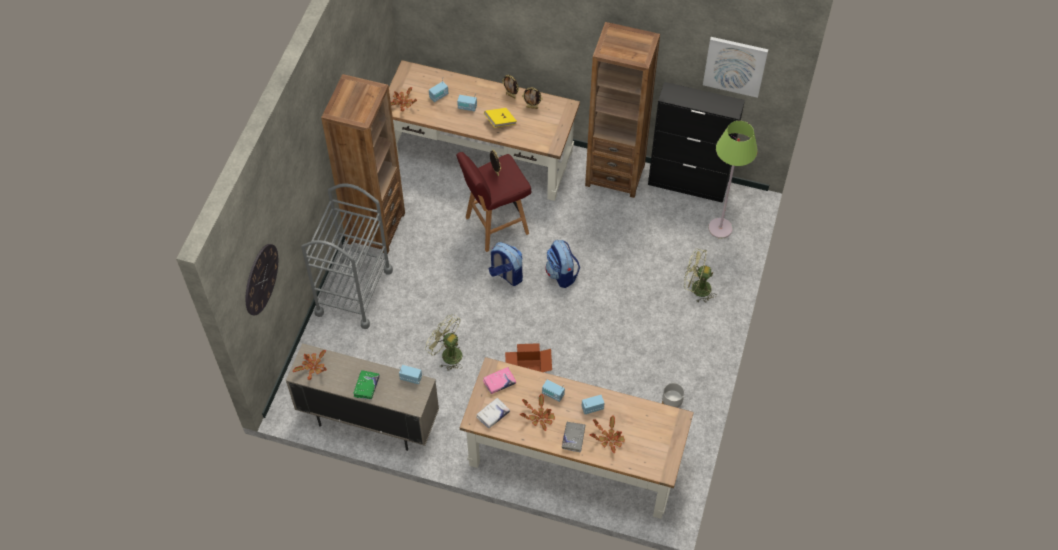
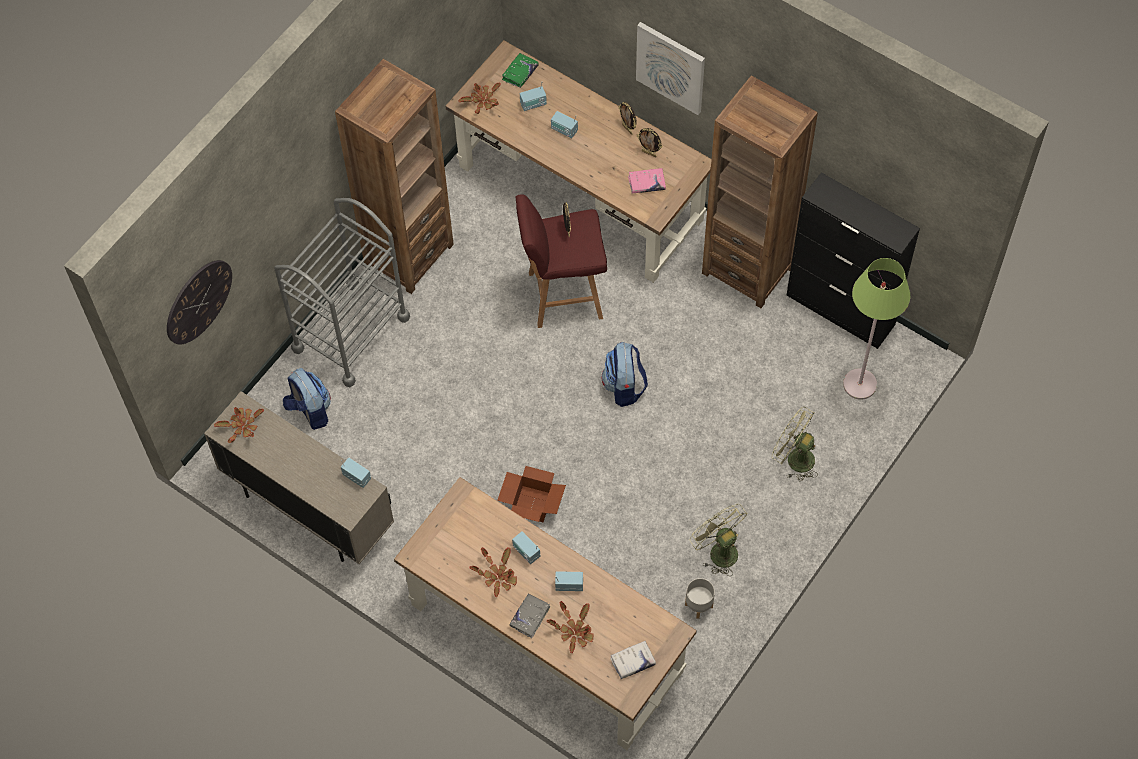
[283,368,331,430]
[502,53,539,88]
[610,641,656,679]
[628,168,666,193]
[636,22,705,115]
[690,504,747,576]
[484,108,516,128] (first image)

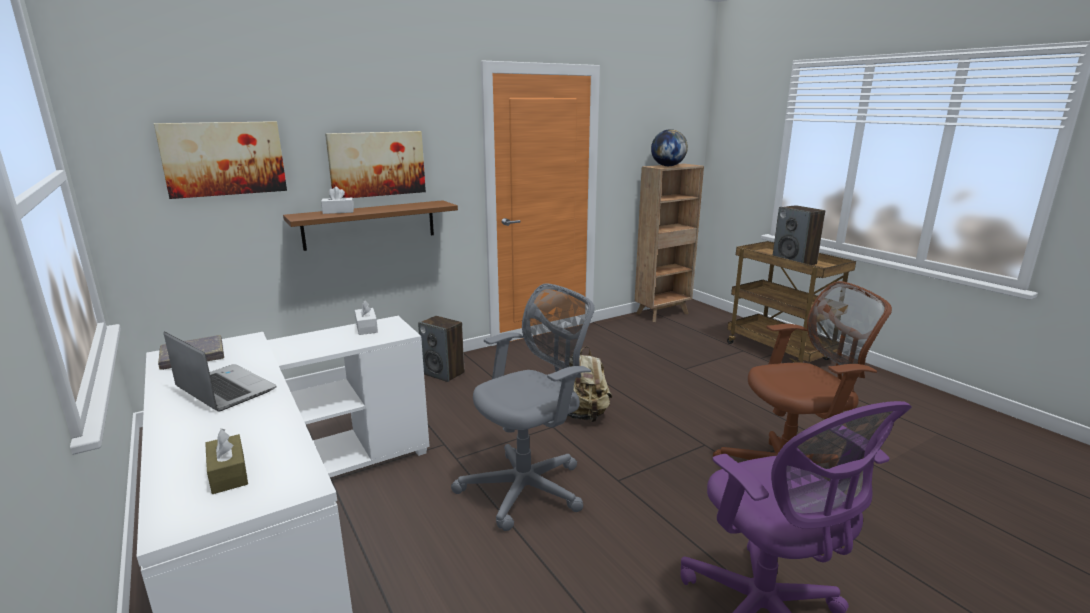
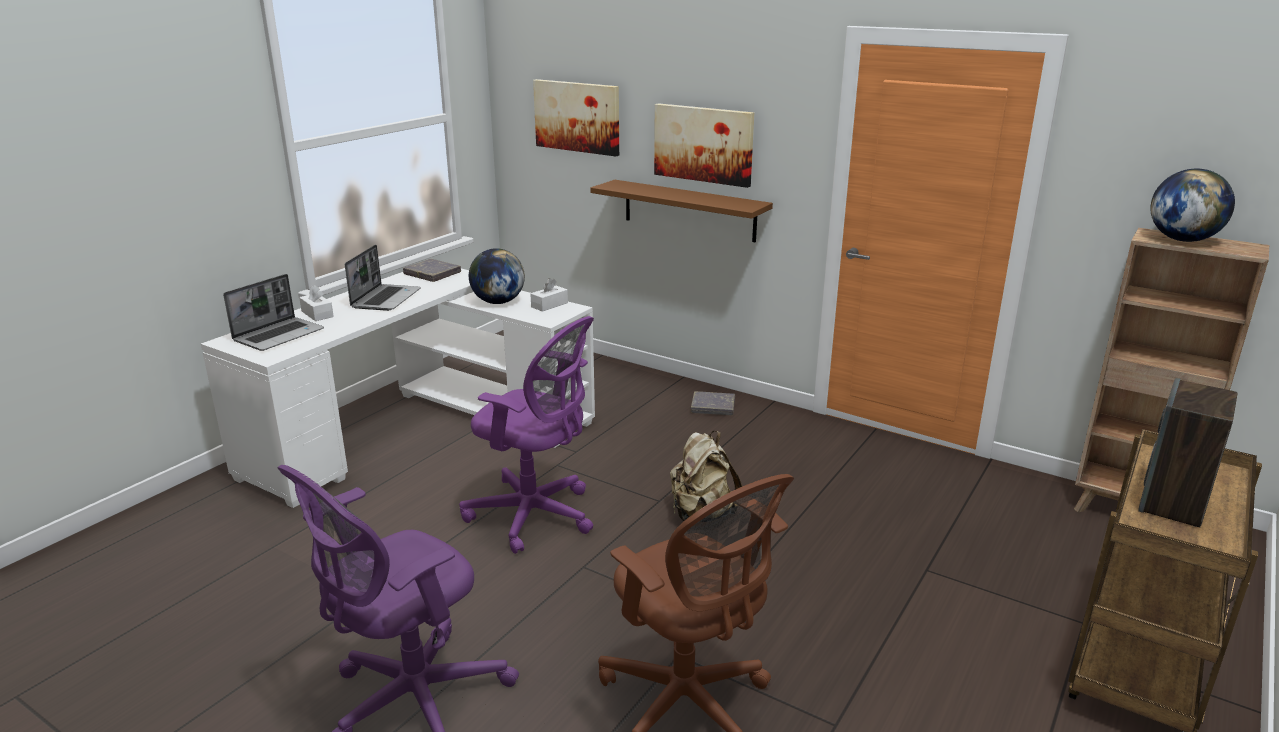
[223,274,324,351]
[299,285,334,321]
[459,316,594,554]
[469,248,525,304]
[691,391,735,415]

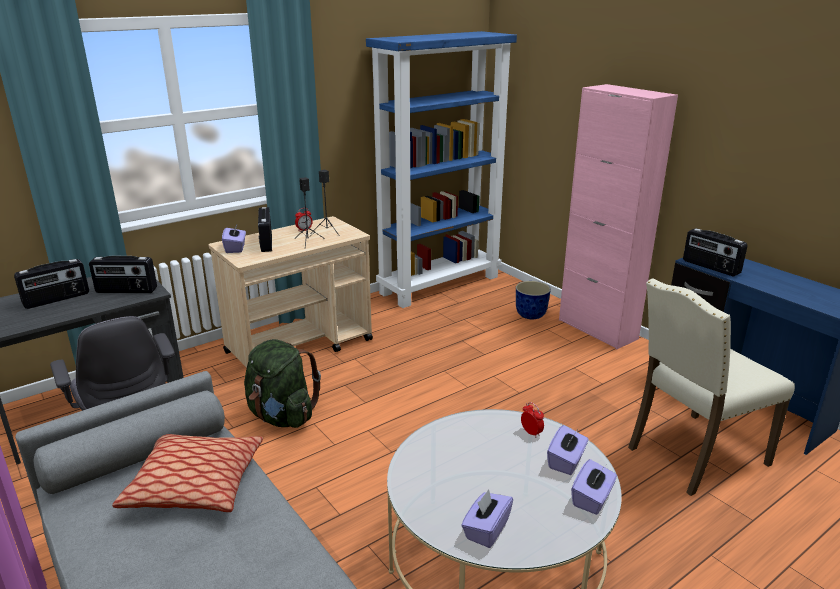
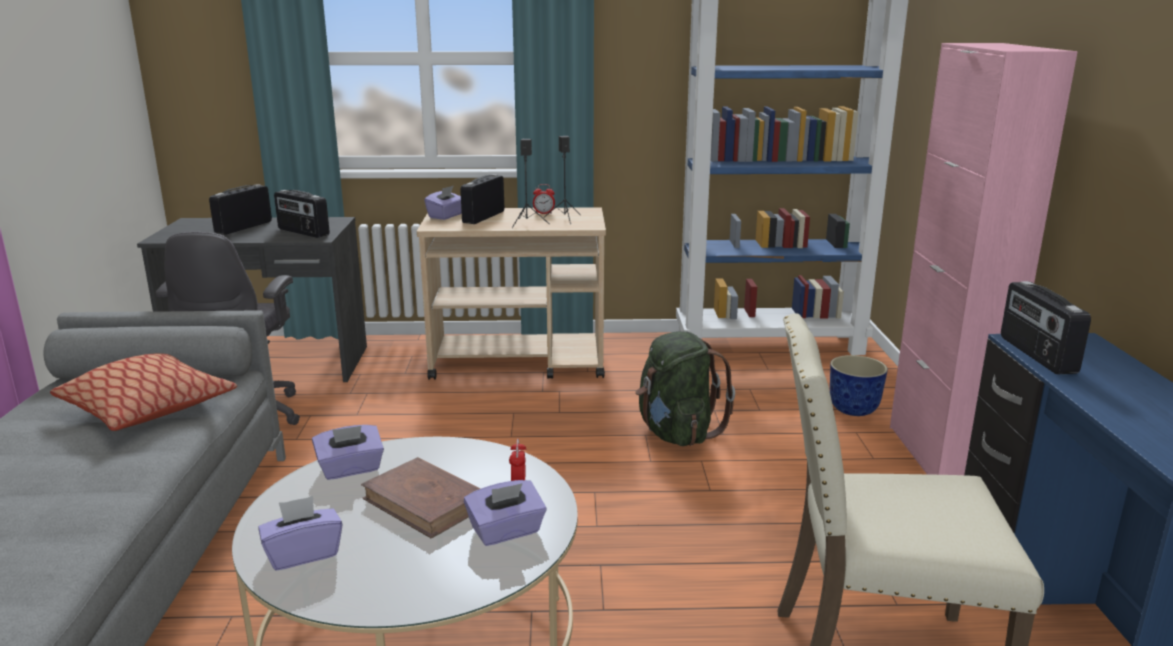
[209,184,272,235]
[312,425,384,480]
[361,457,481,538]
[635,331,735,446]

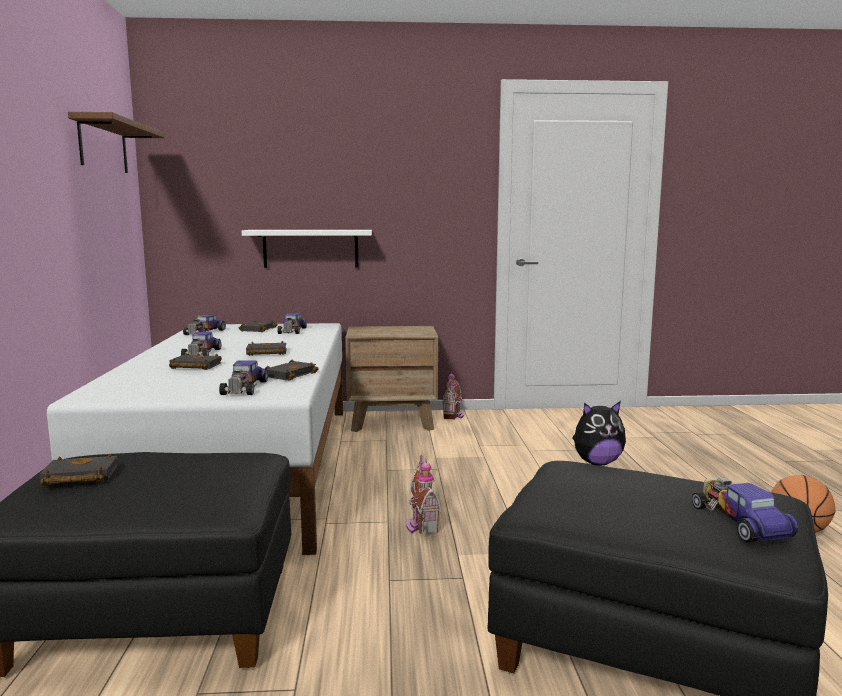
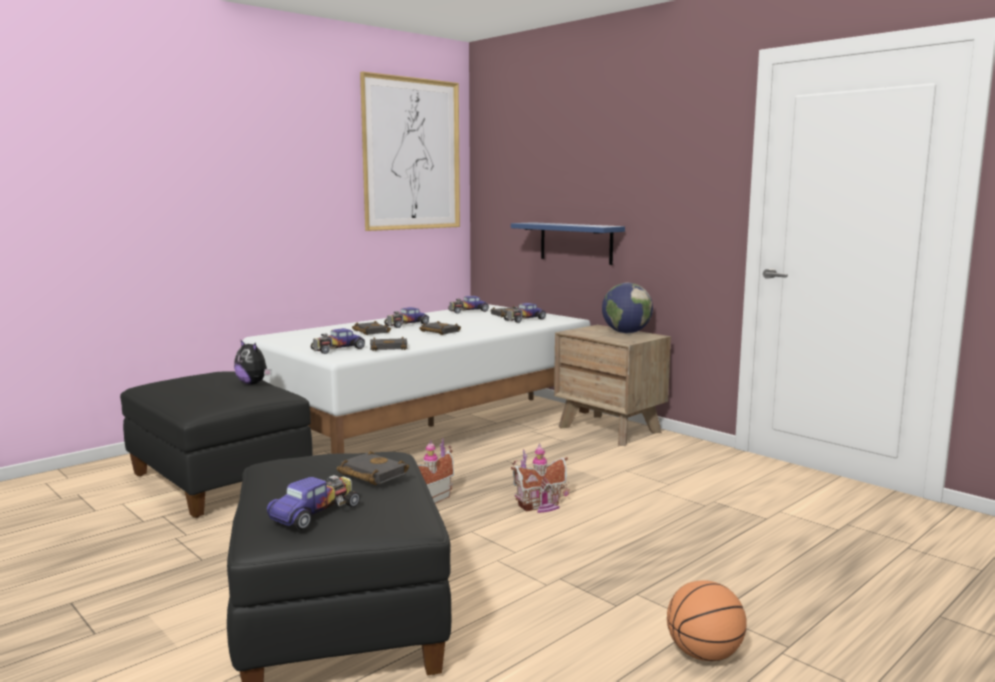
[234,339,271,384]
[337,451,409,485]
[360,71,460,231]
[511,222,625,265]
[511,443,569,513]
[602,283,653,333]

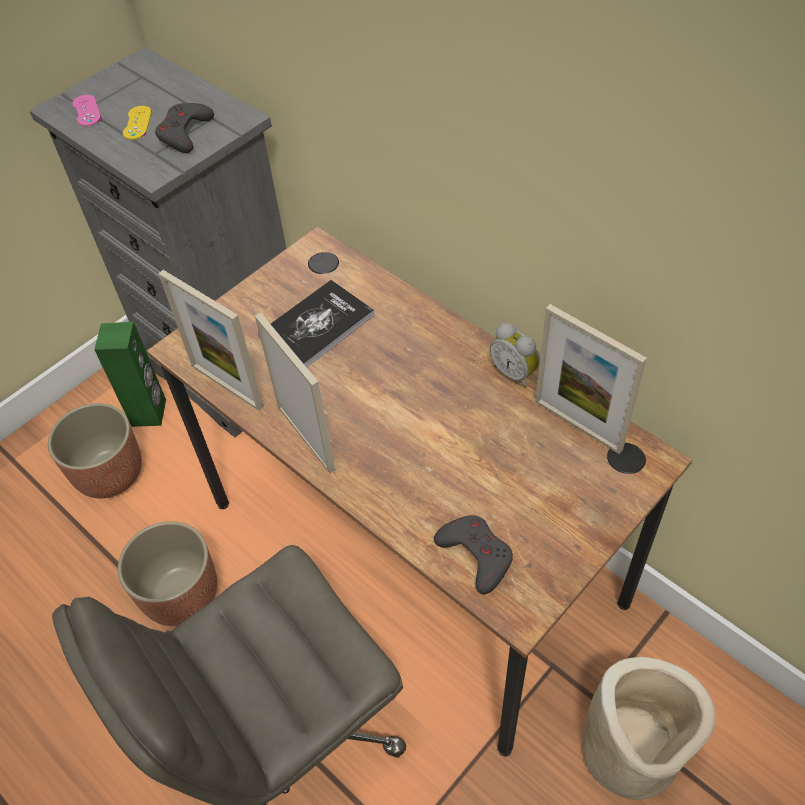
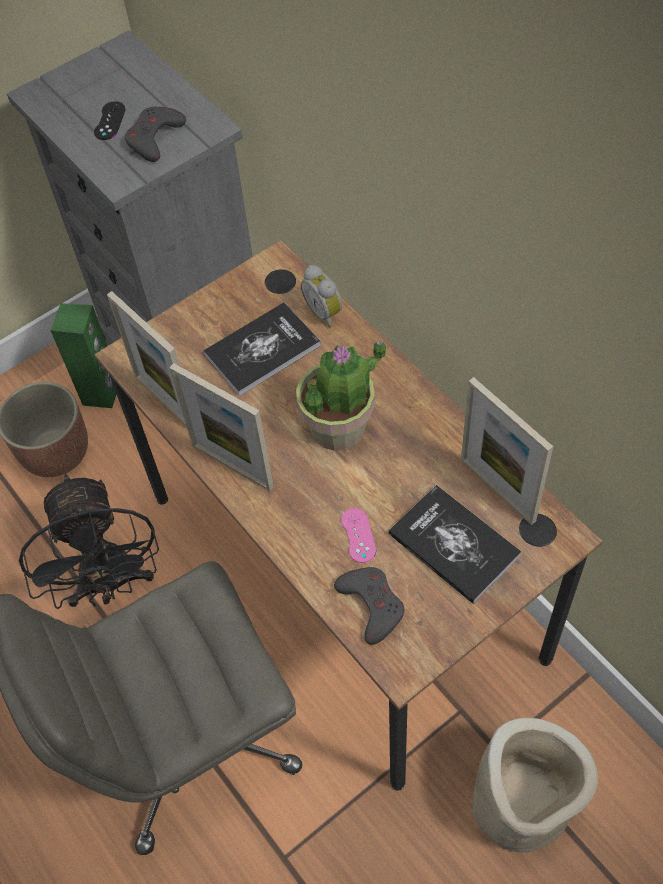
[19,474,159,609]
[94,101,126,140]
[169,363,274,491]
[296,340,387,451]
[301,265,342,328]
[341,508,376,563]
[388,485,522,604]

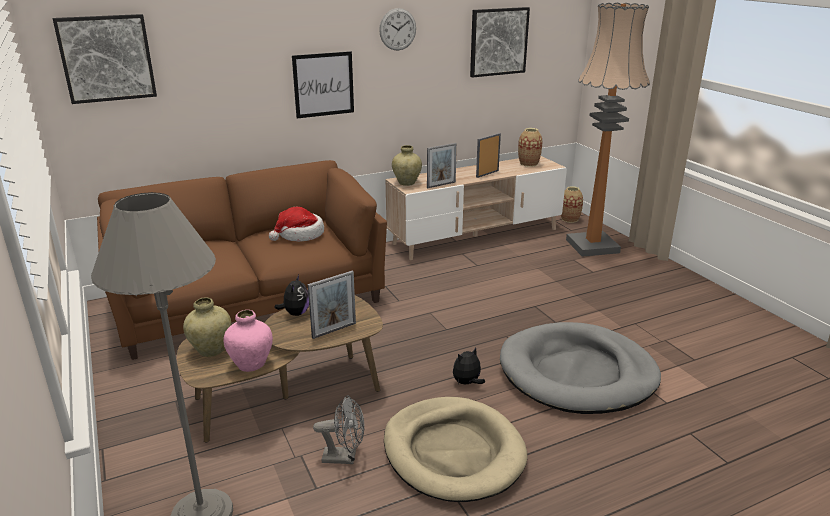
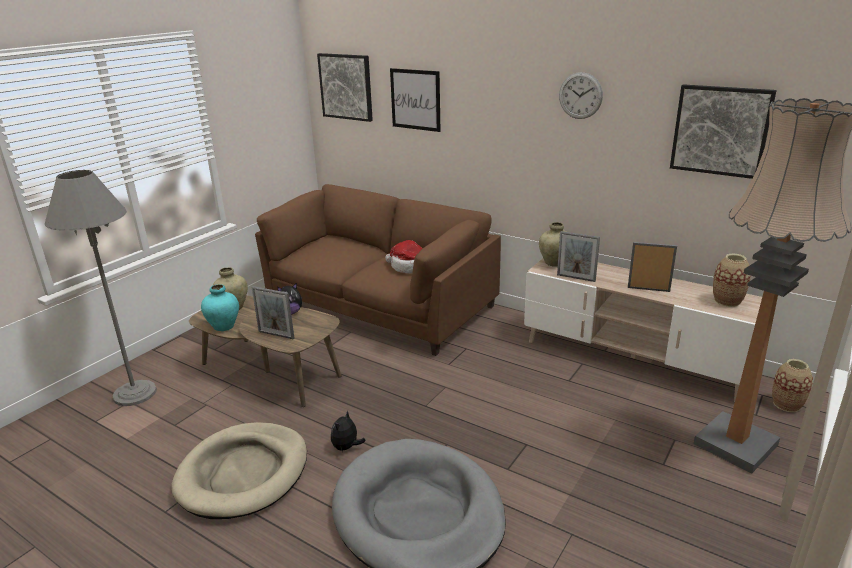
[201,284,239,331]
[331,411,366,452]
[390,68,441,132]
[313,396,364,464] (first image)

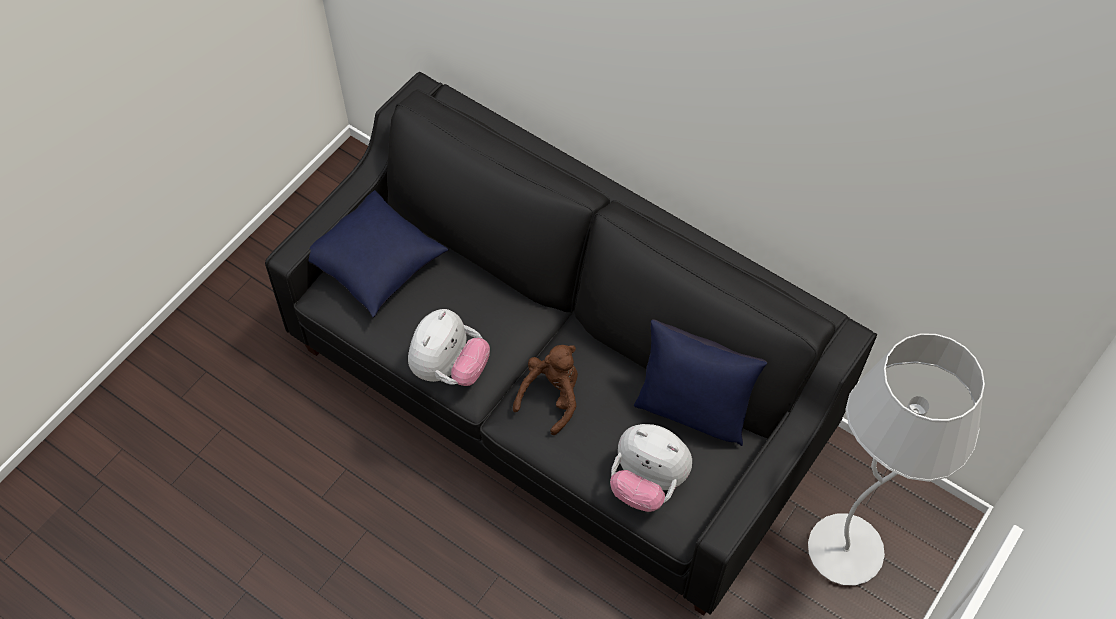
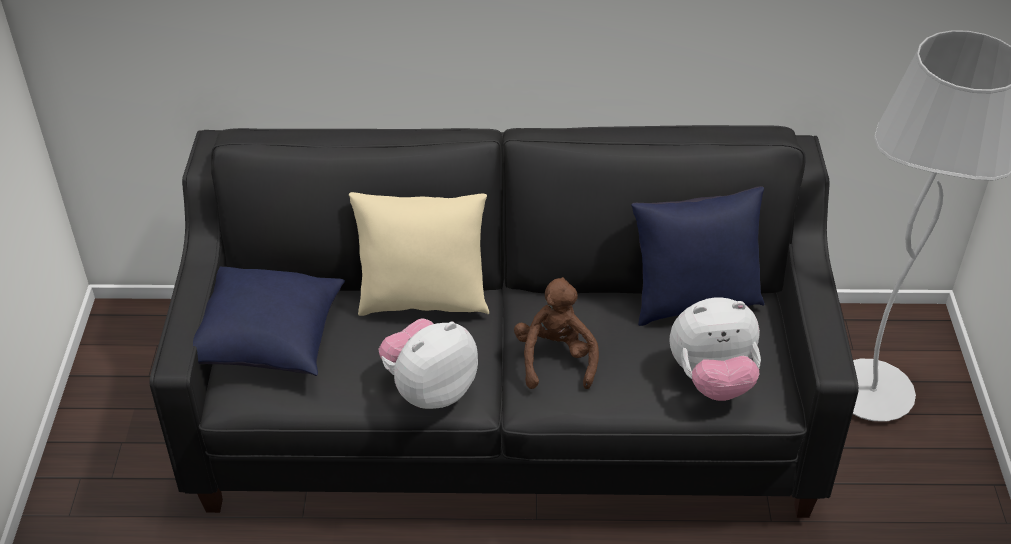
[349,192,489,316]
[378,318,478,409]

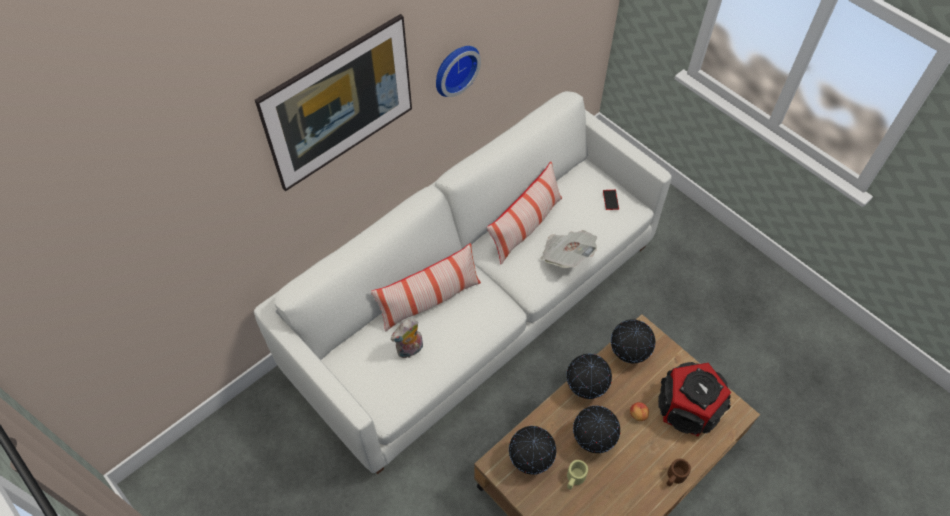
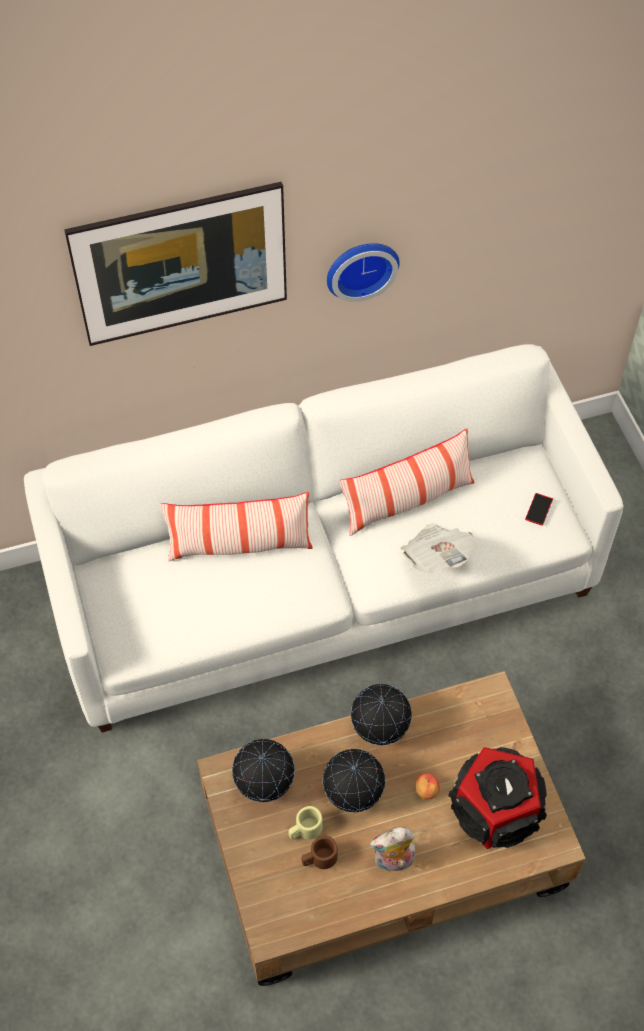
[302,836,338,869]
[369,827,415,872]
[611,319,655,363] (first image)

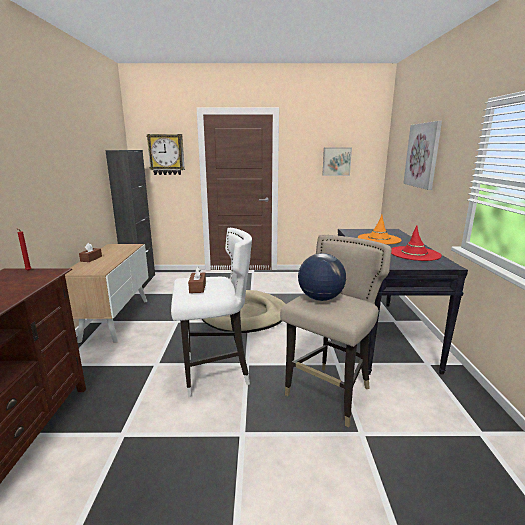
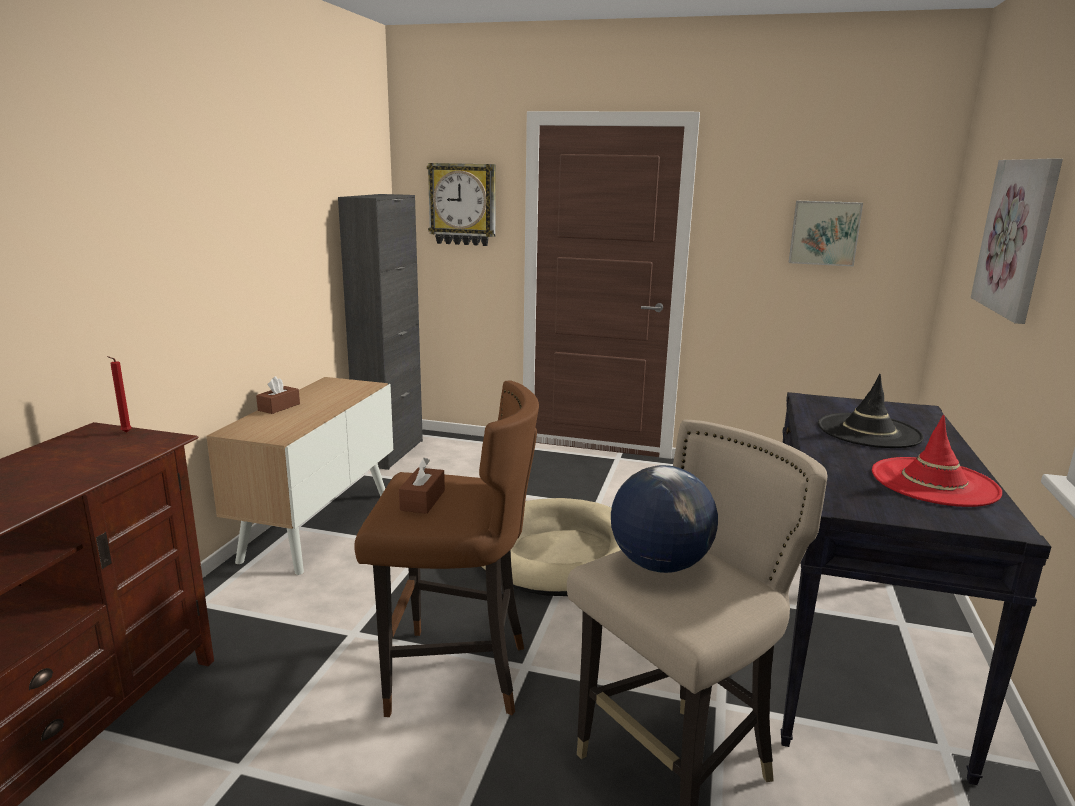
[354,380,539,717]
[818,374,924,448]

